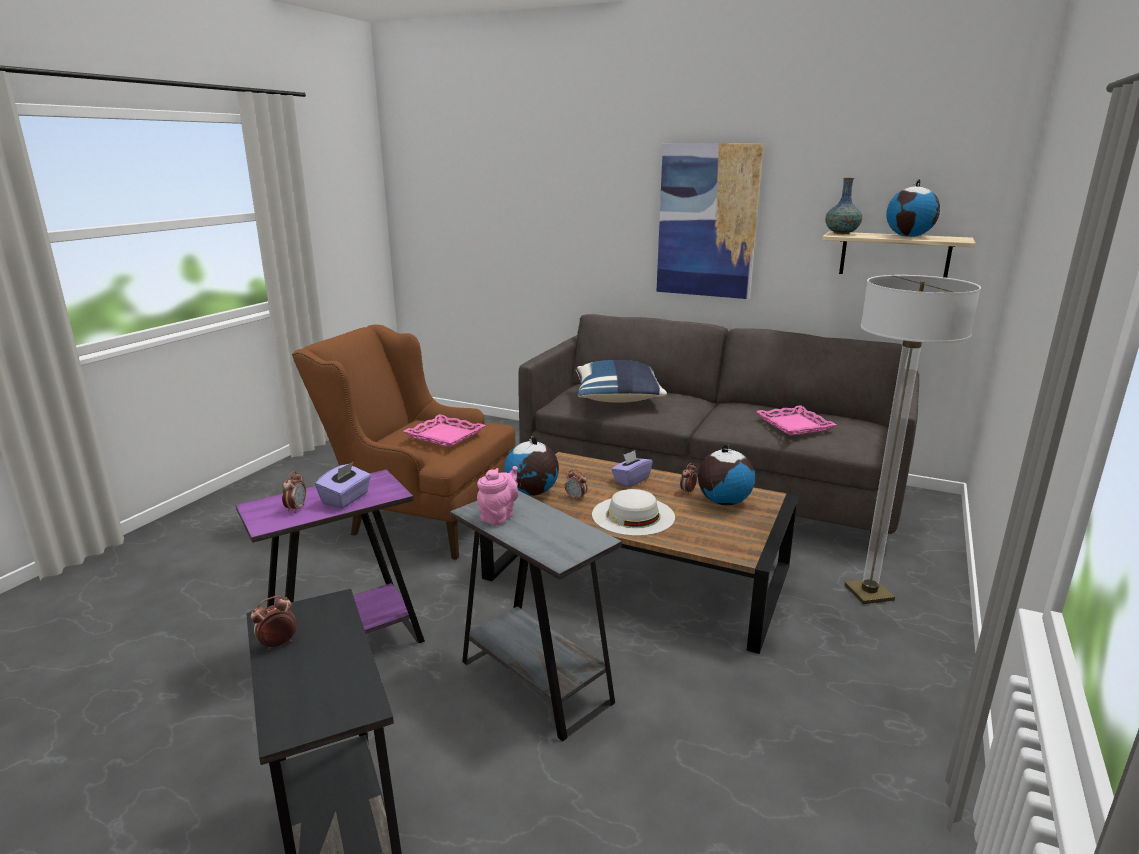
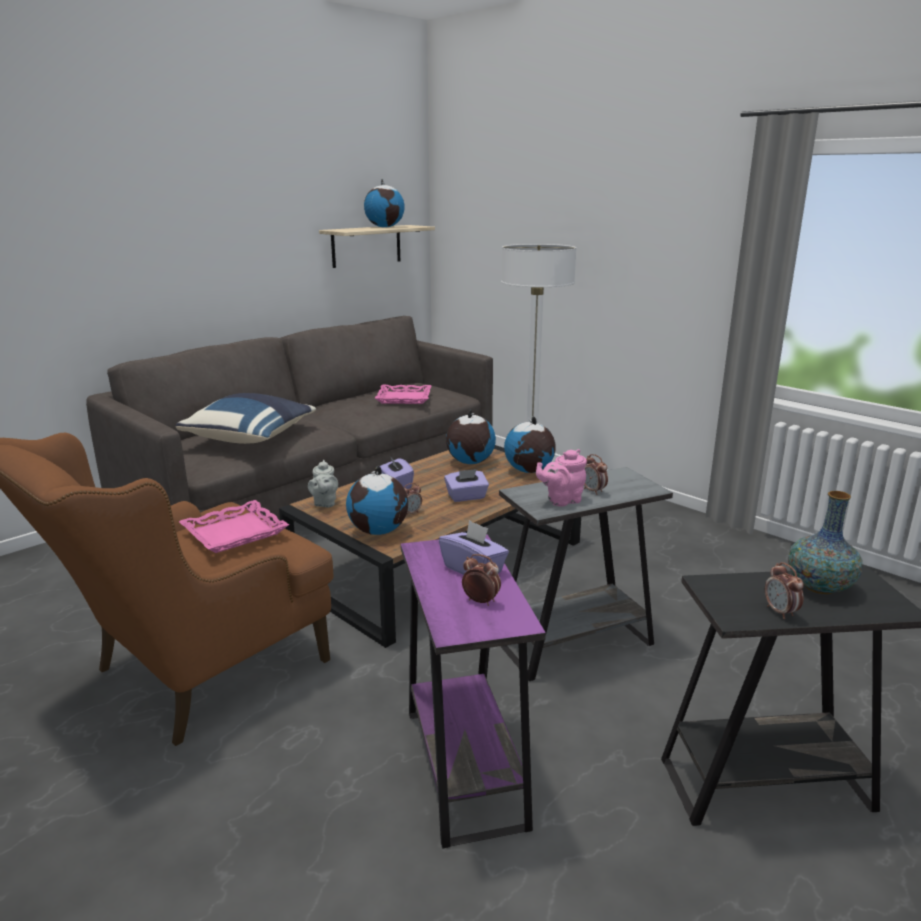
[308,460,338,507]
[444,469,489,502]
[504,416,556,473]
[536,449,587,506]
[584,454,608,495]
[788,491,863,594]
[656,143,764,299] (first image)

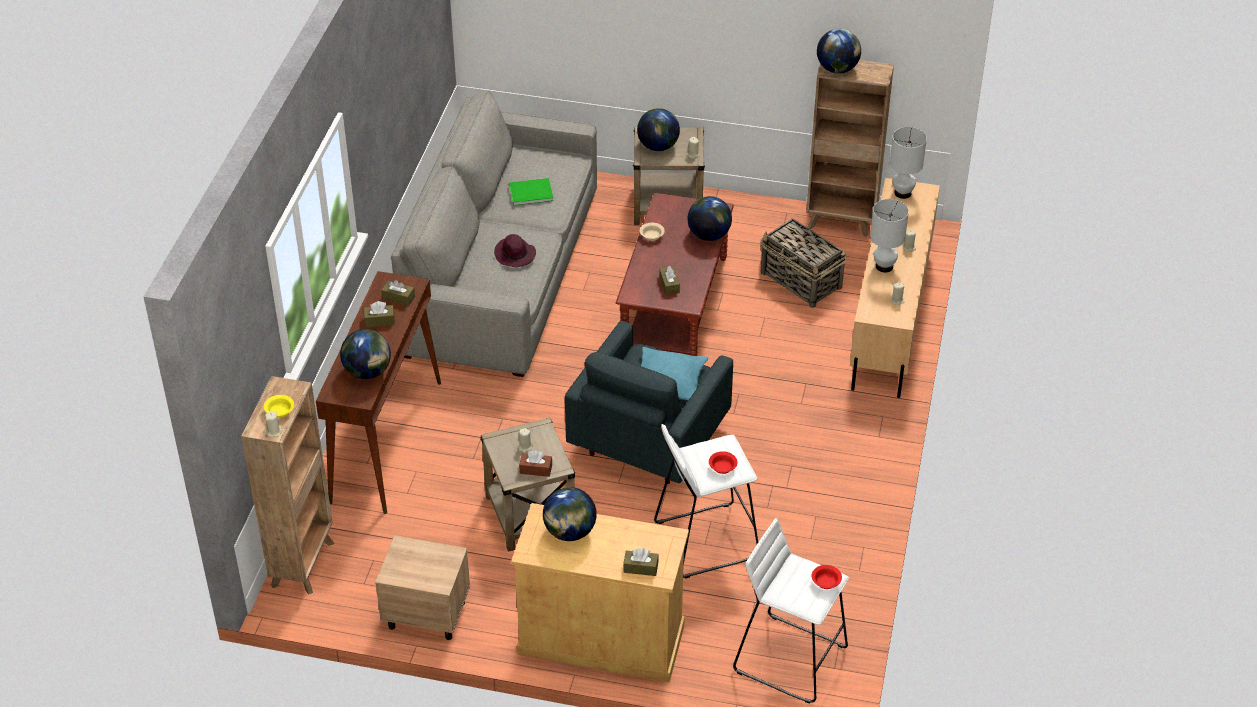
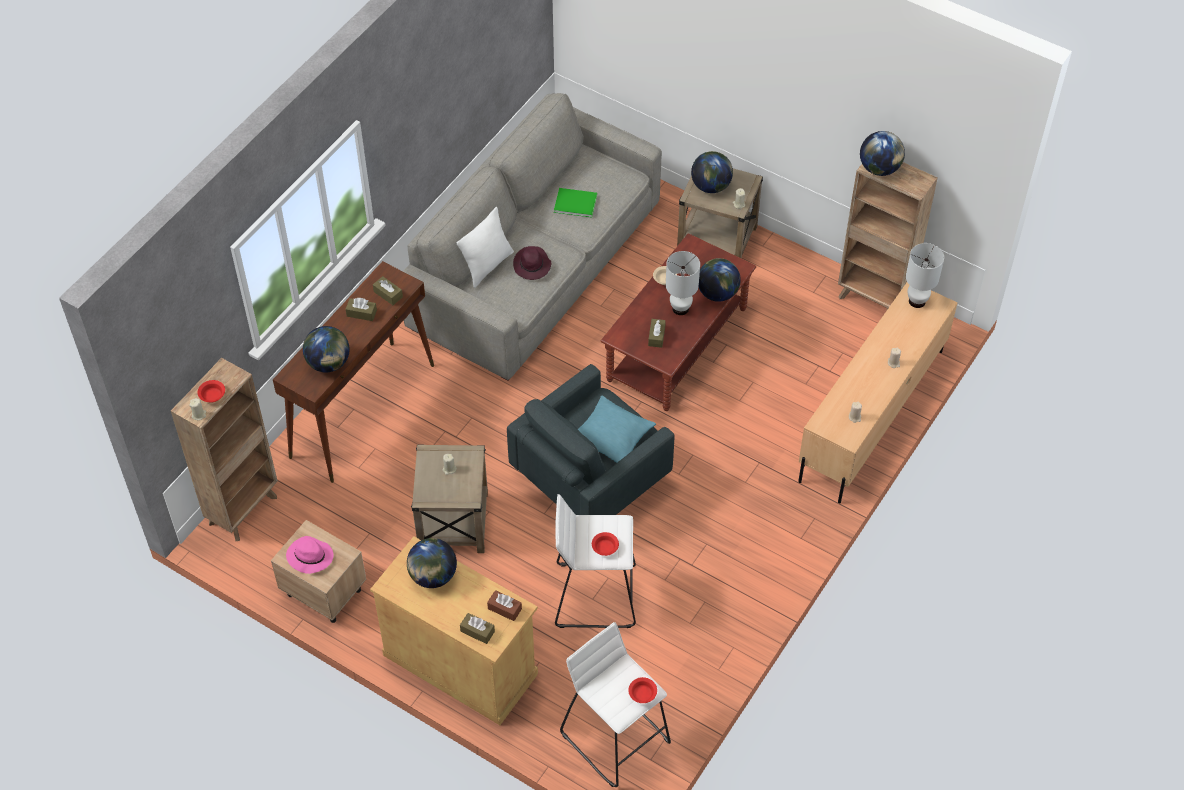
[197,380,225,402]
[286,536,334,574]
[457,207,514,288]
[487,590,522,621]
[666,251,700,315]
[760,218,847,308] (first image)

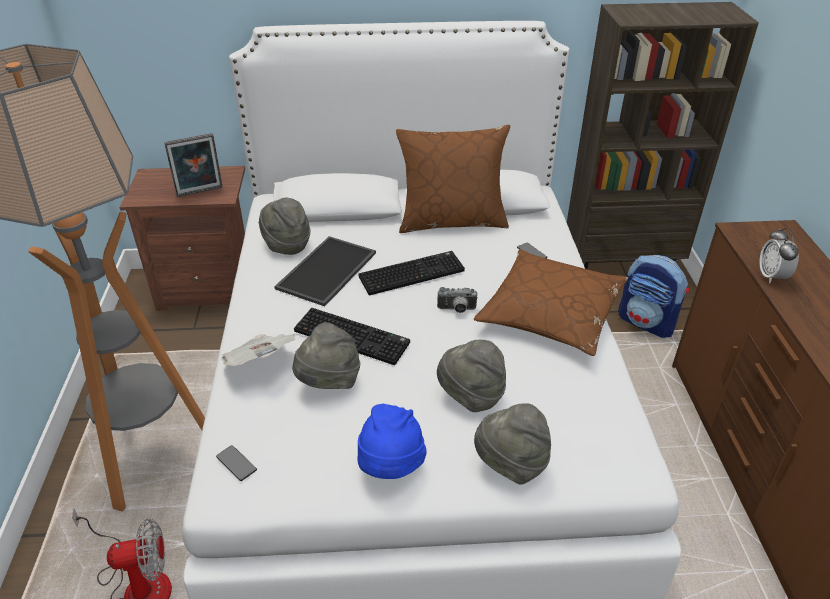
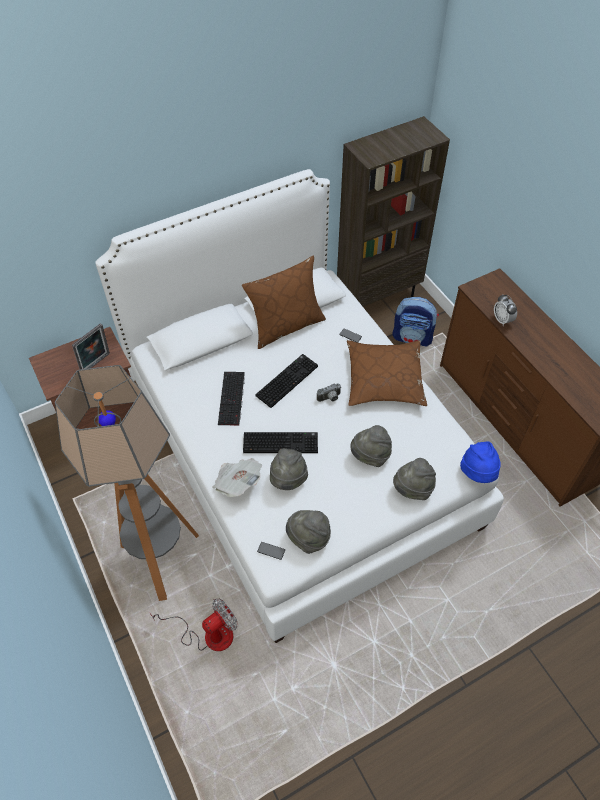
[218,372,245,426]
[286,510,331,554]
[460,441,501,483]

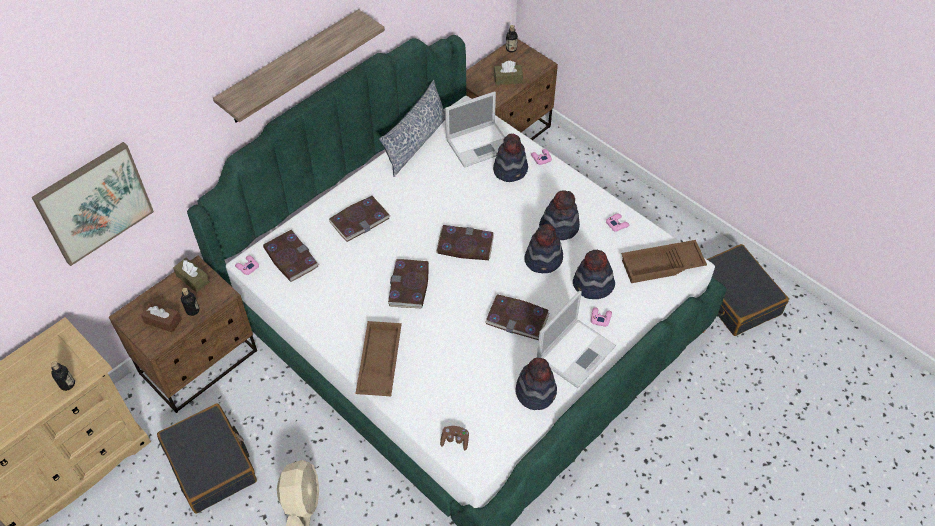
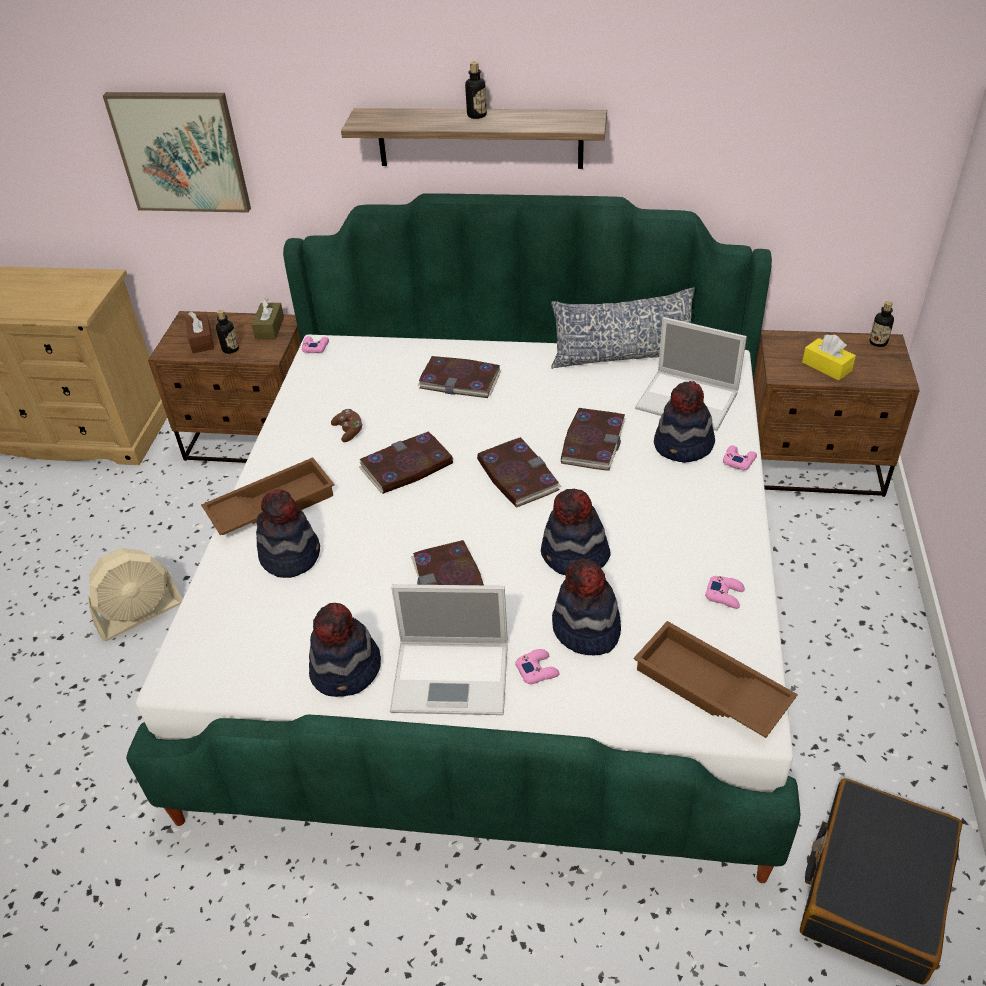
[256,489,320,578]
[331,409,363,442]
[465,62,487,119]
[561,408,625,471]
[802,335,856,380]
[157,403,257,513] (first image)

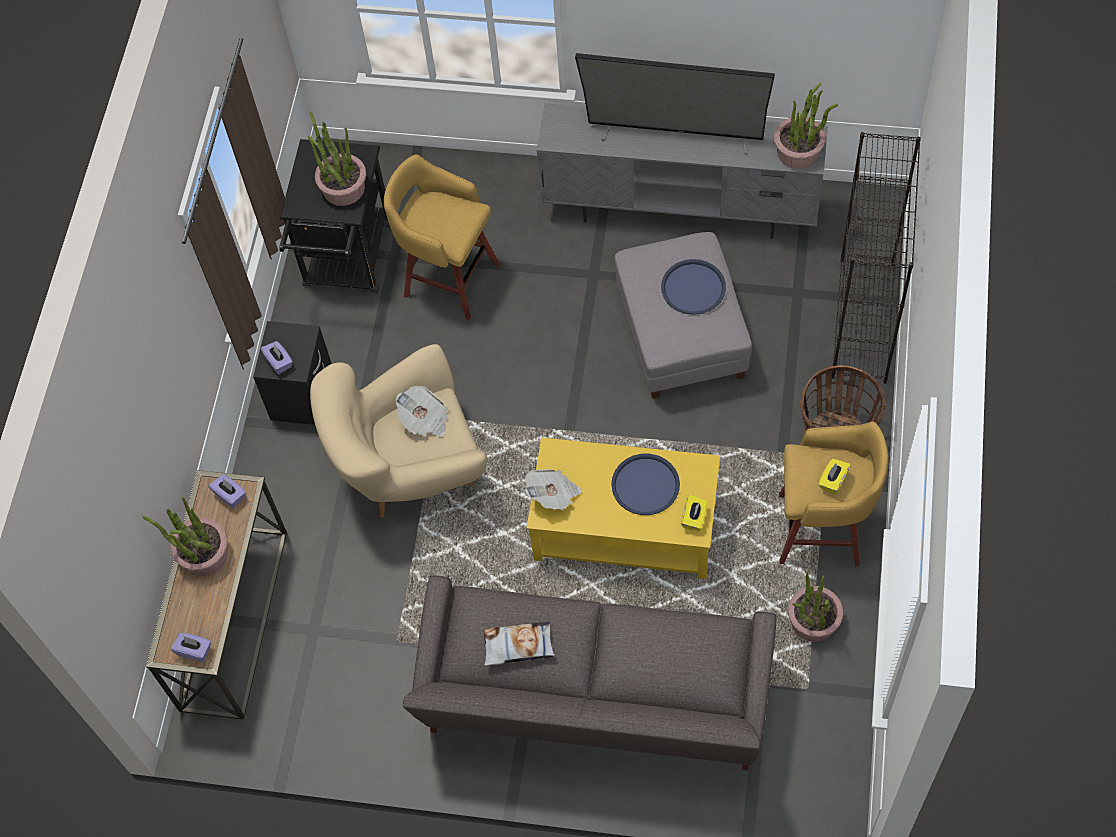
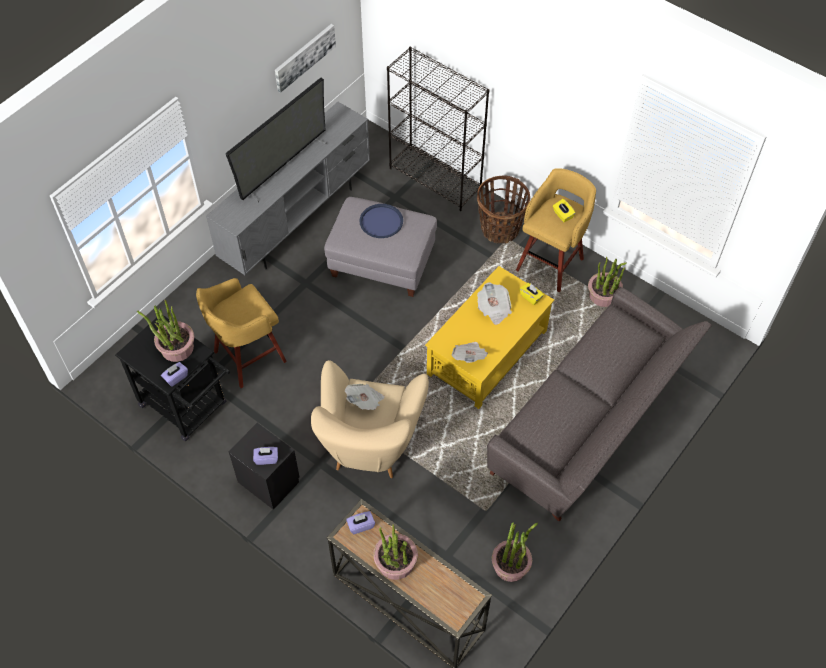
[161,362,188,387]
[275,24,336,93]
[477,282,512,325]
[492,522,538,582]
[483,621,555,666] (first image)

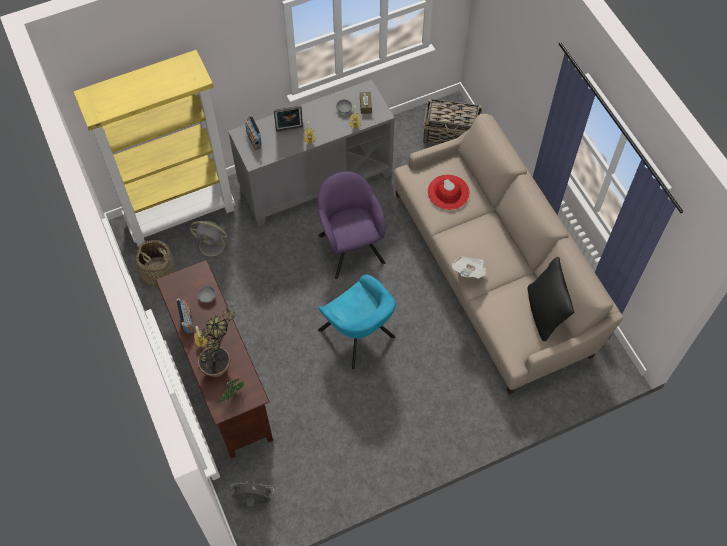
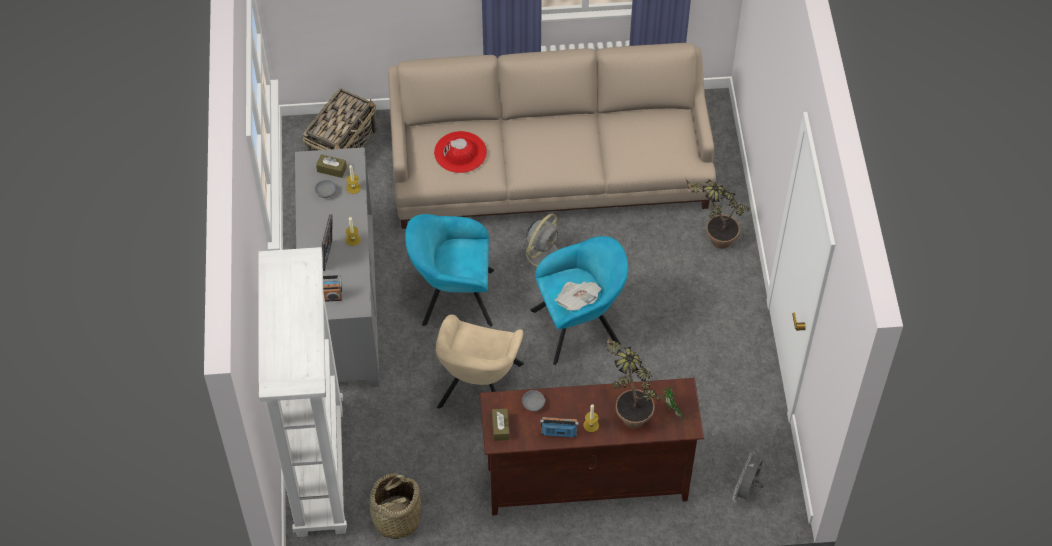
[258,247,347,537]
[405,214,494,326]
[436,314,524,408]
[492,408,509,441]
[520,213,566,272]
[554,281,601,310]
[685,177,750,249]
[528,257,574,341] (first image)

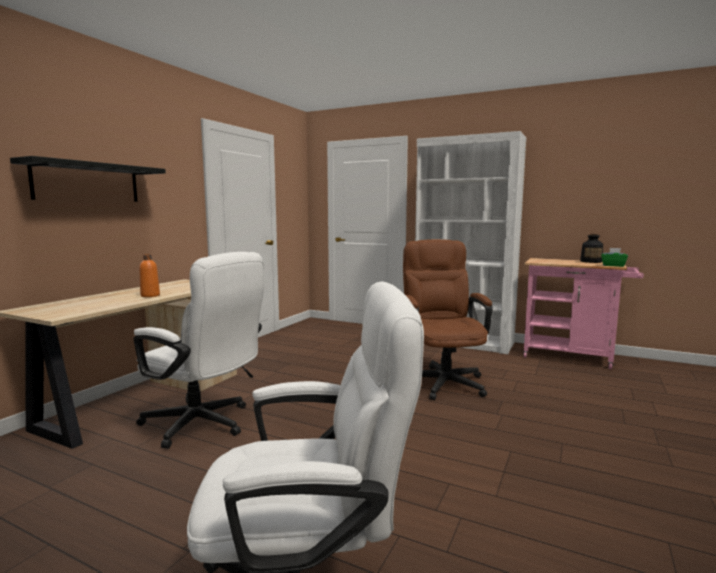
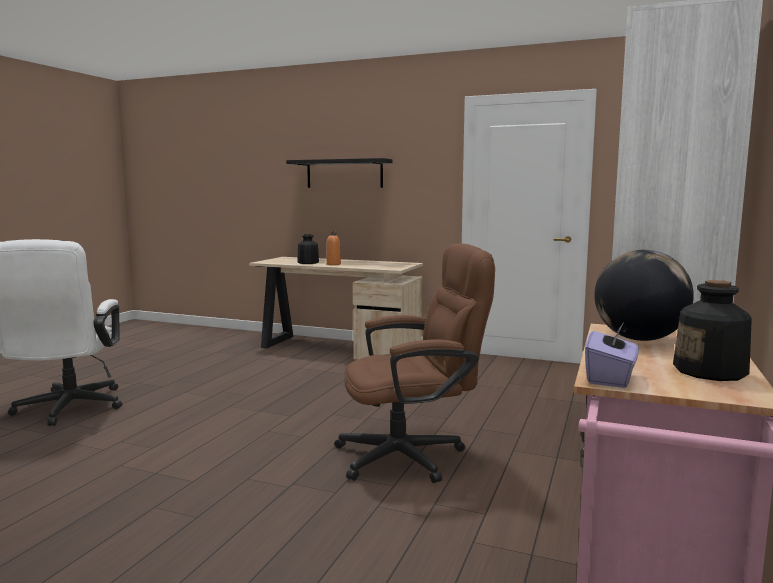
[297,234,319,264]
[585,321,639,388]
[594,250,694,341]
[134,252,265,449] (first image)

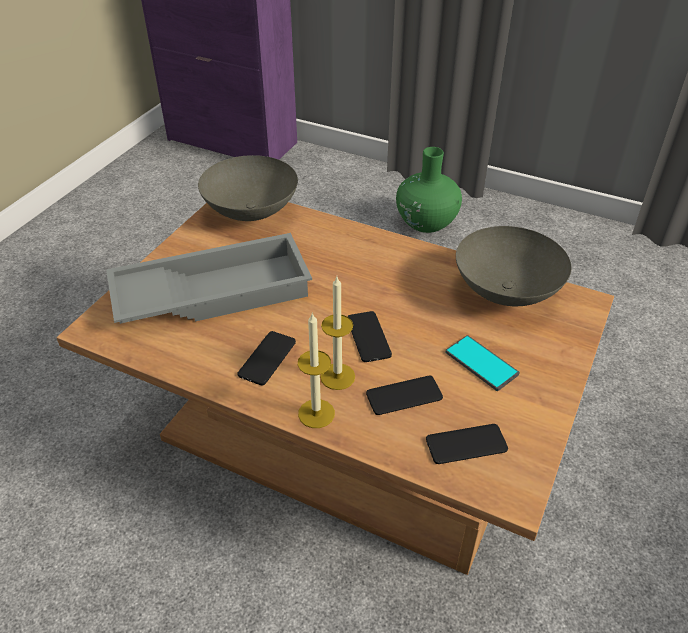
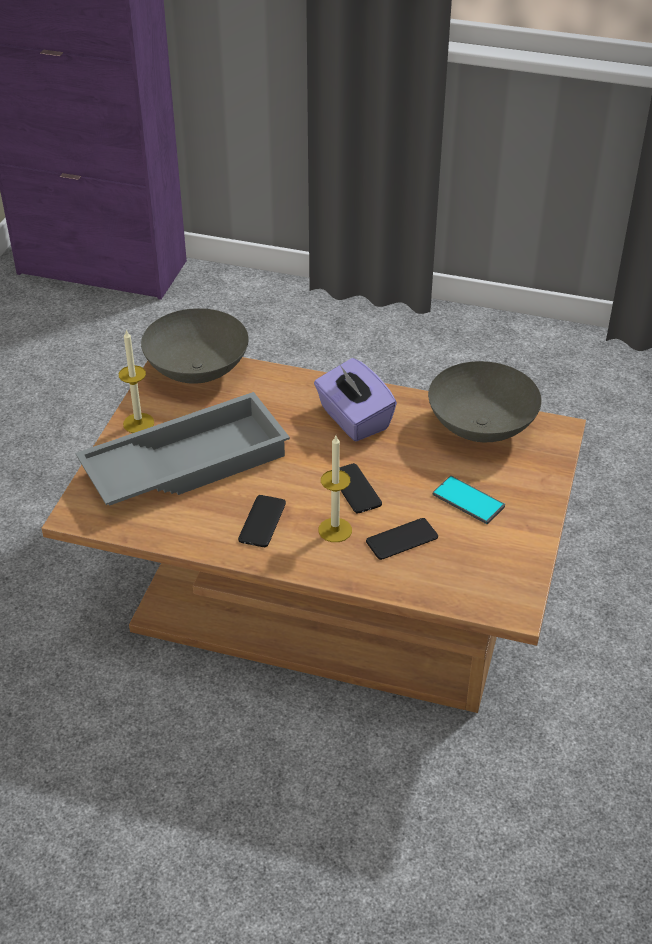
[119,330,154,433]
[314,358,397,441]
[396,147,462,233] (first image)
[426,424,508,464] (first image)

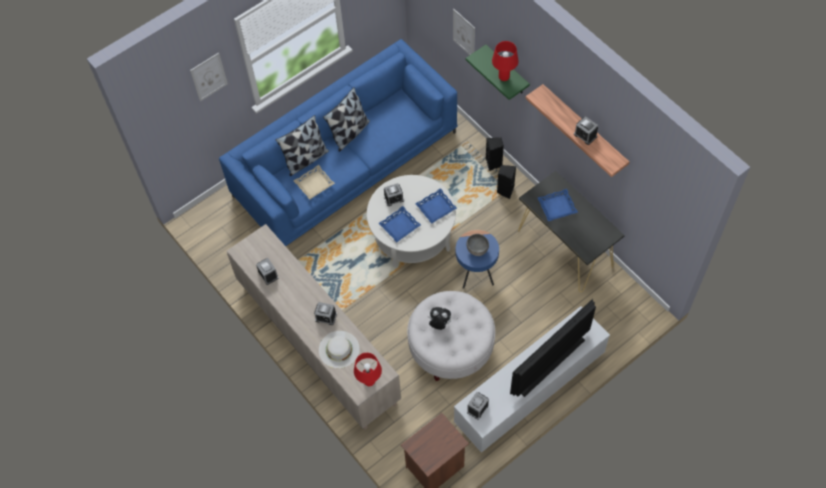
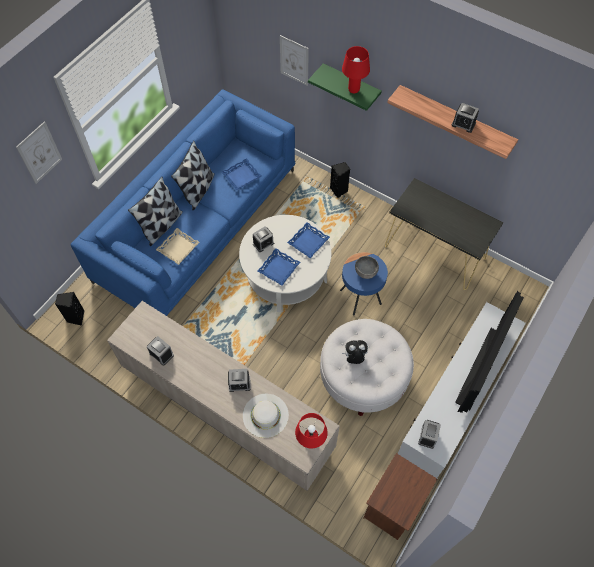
[55,292,85,326]
[221,158,262,190]

